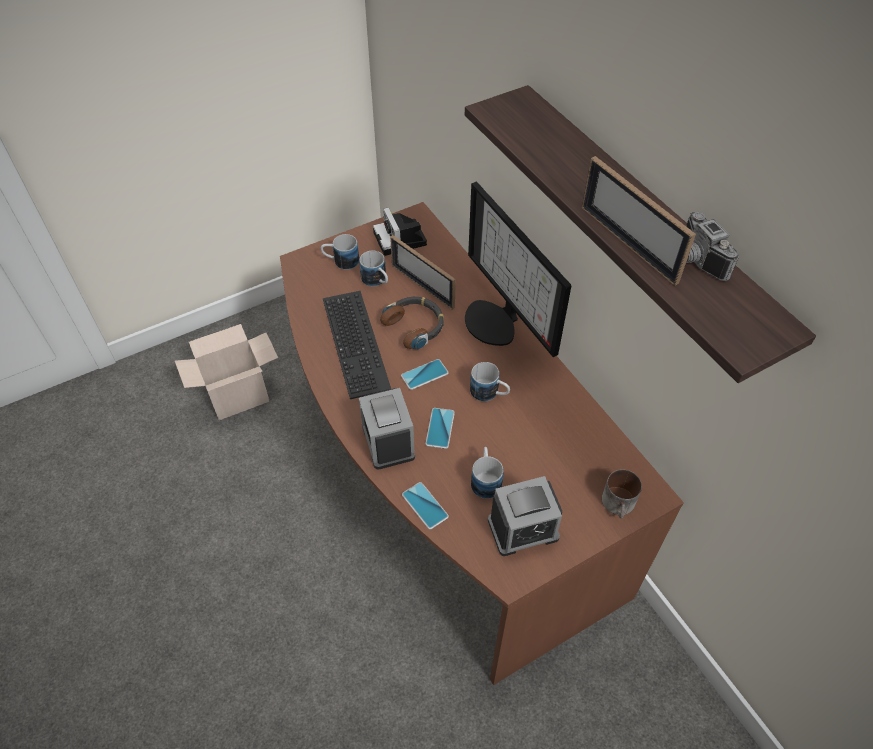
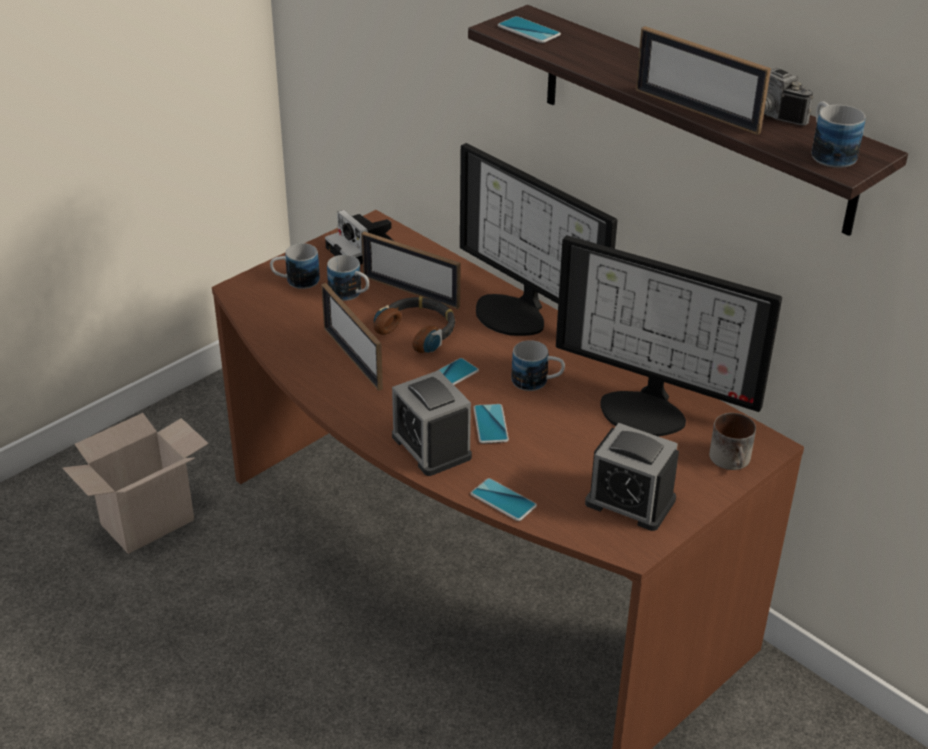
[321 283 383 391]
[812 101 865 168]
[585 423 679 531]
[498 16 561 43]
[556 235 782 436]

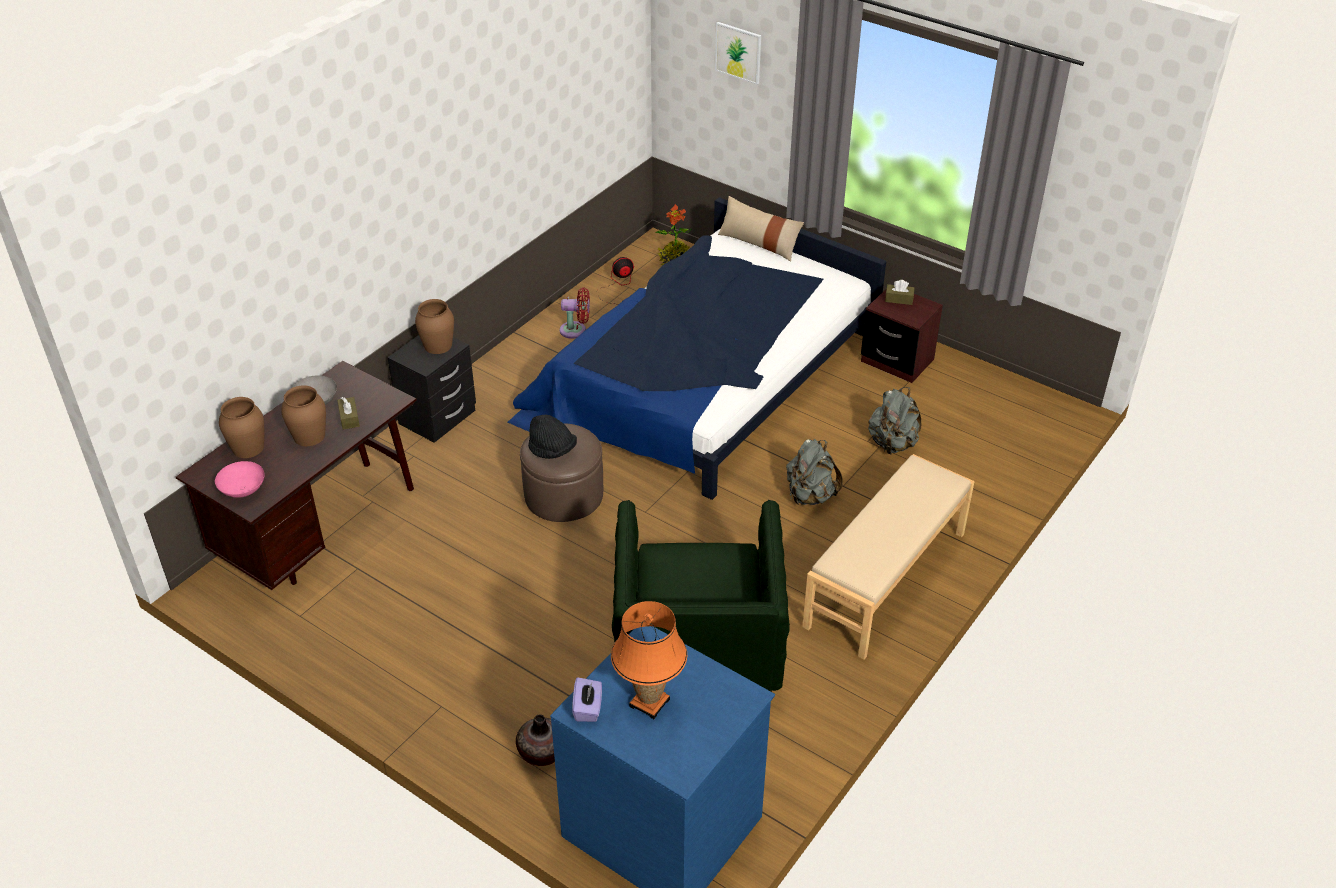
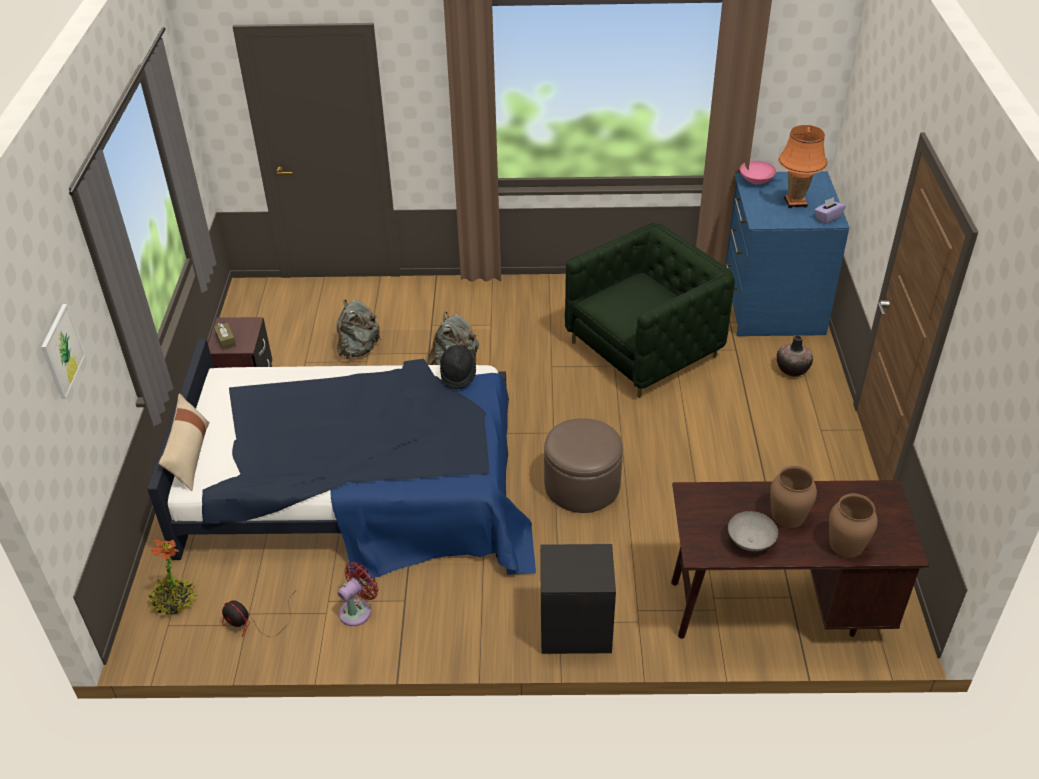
[740 161 776 184]
[337 397 360 430] (first image)
[415 299 454 354] (first image)
[440 345 476 389]
[338 562 378 626]
[802 454 974 660] (first image)

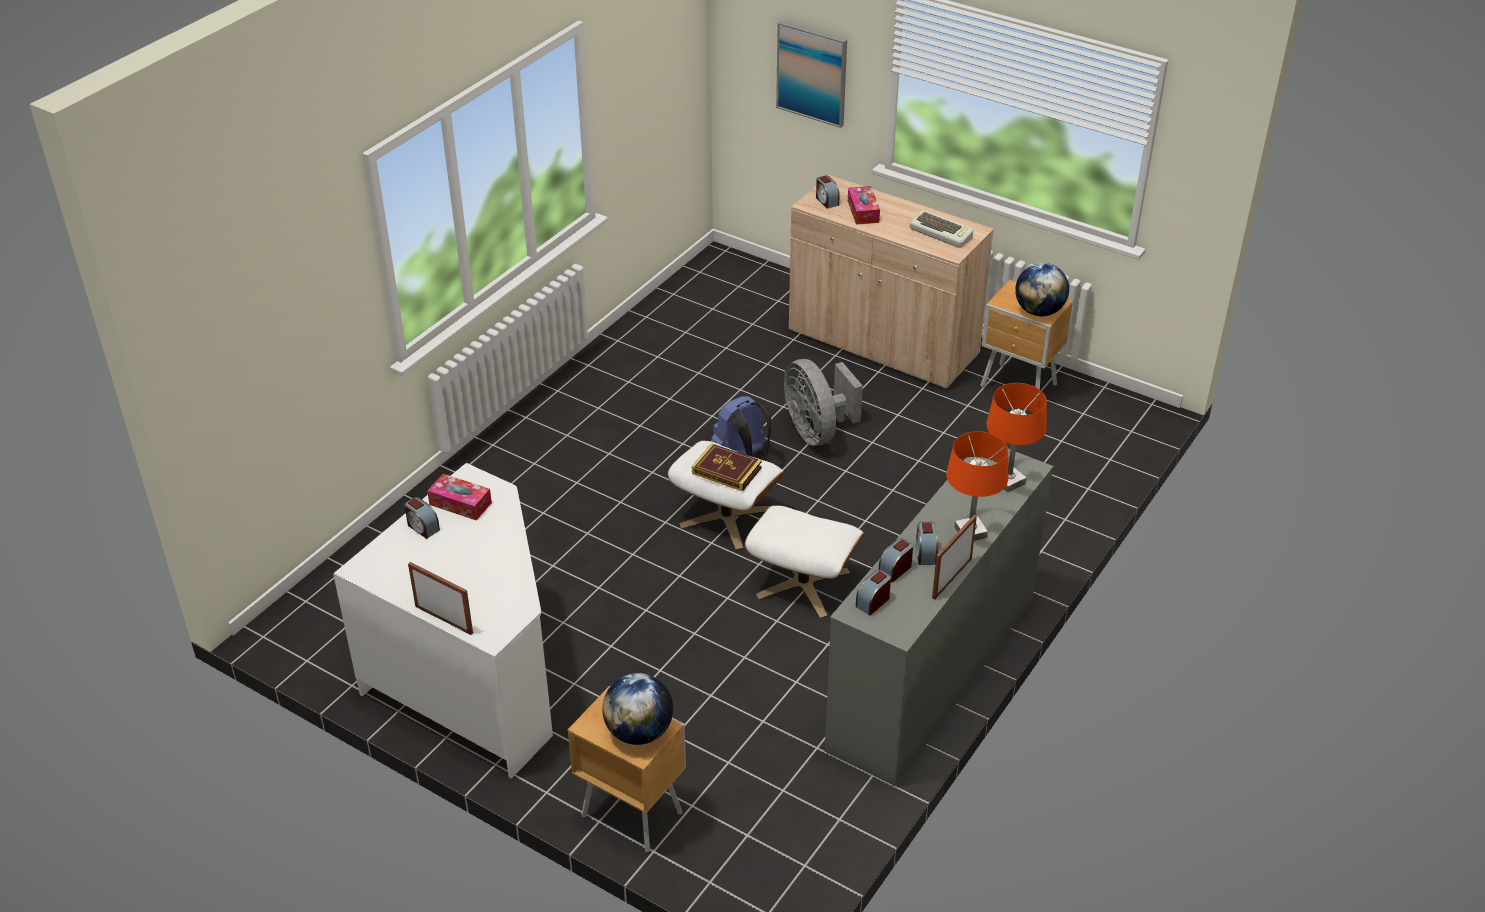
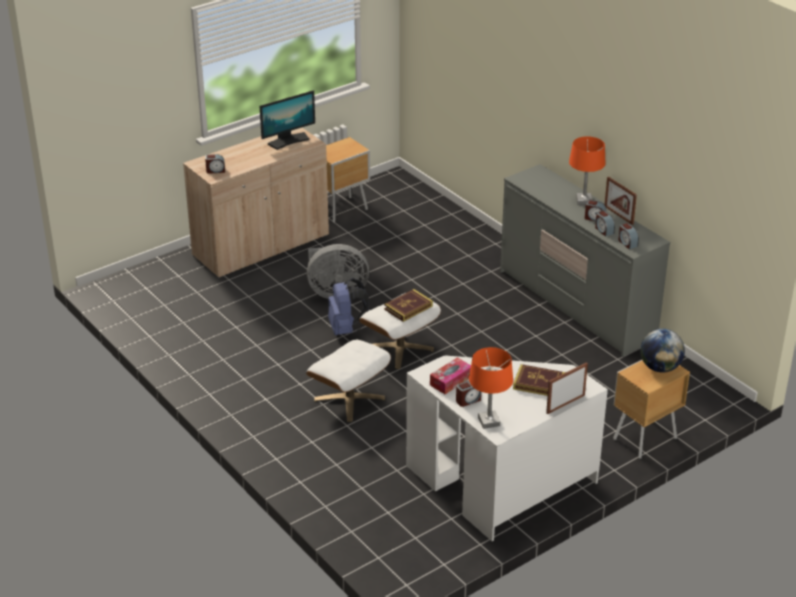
[306 339 391 422]
[776 21 847 128] (first image)
[848 186 880 225] (first image)
[260 90 315 150]
[469 347 513 429]
[1015 263 1069 316] (first image)
[513 364 566 396]

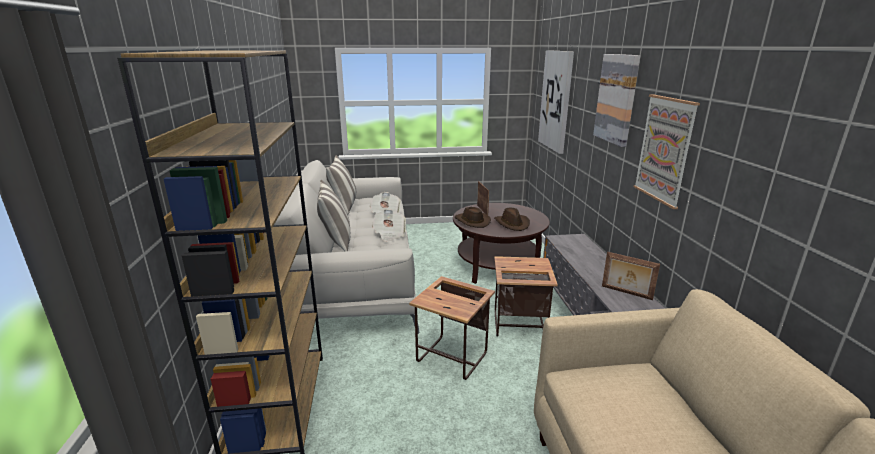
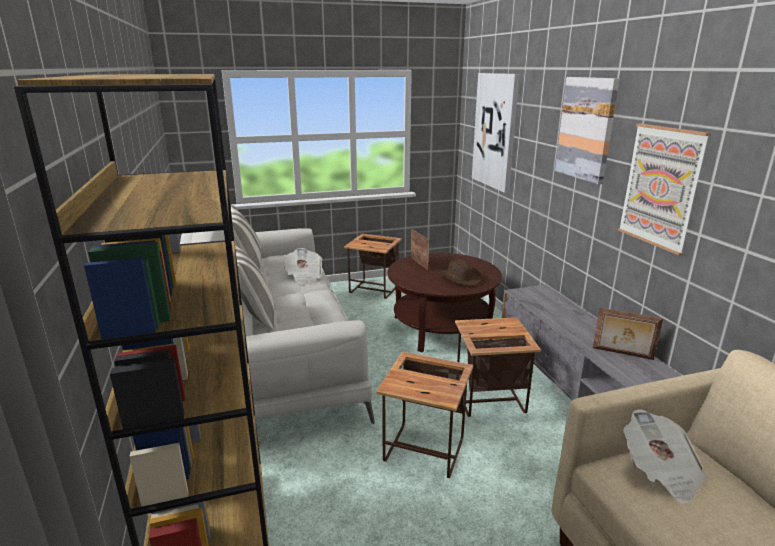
[623 409 708 505]
[455 207 491 228] (first image)
[344 234 402 299]

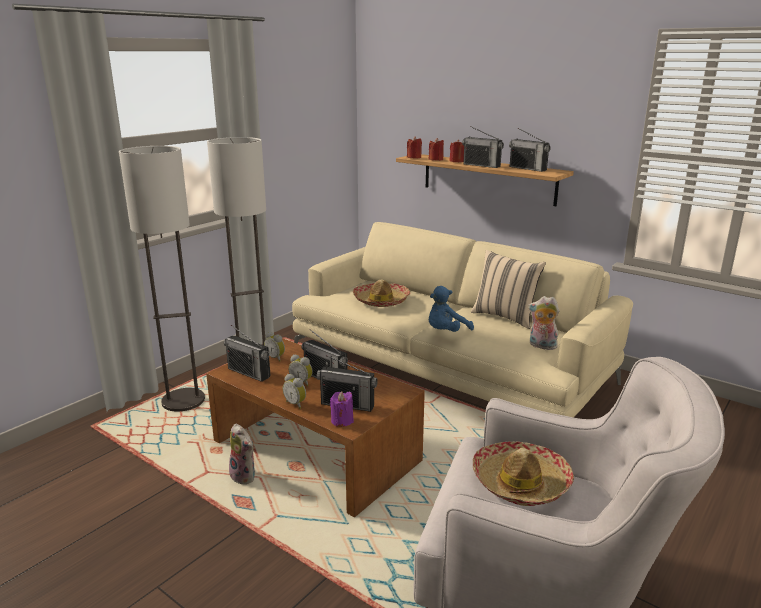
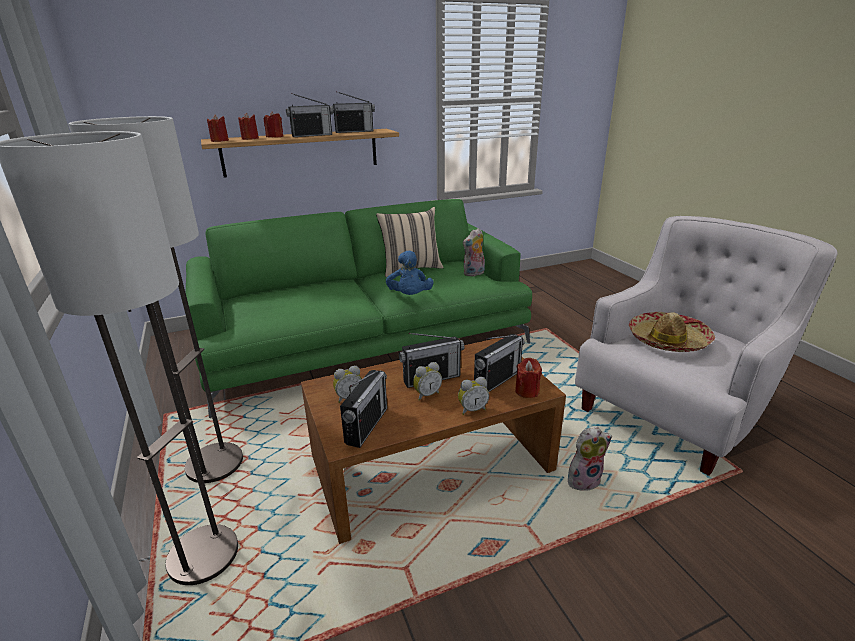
[340 370 387 448]
[568 427 612 491]
[186 199 532 418]
[515 358 542 398]
[353 280 410 307] (first image)

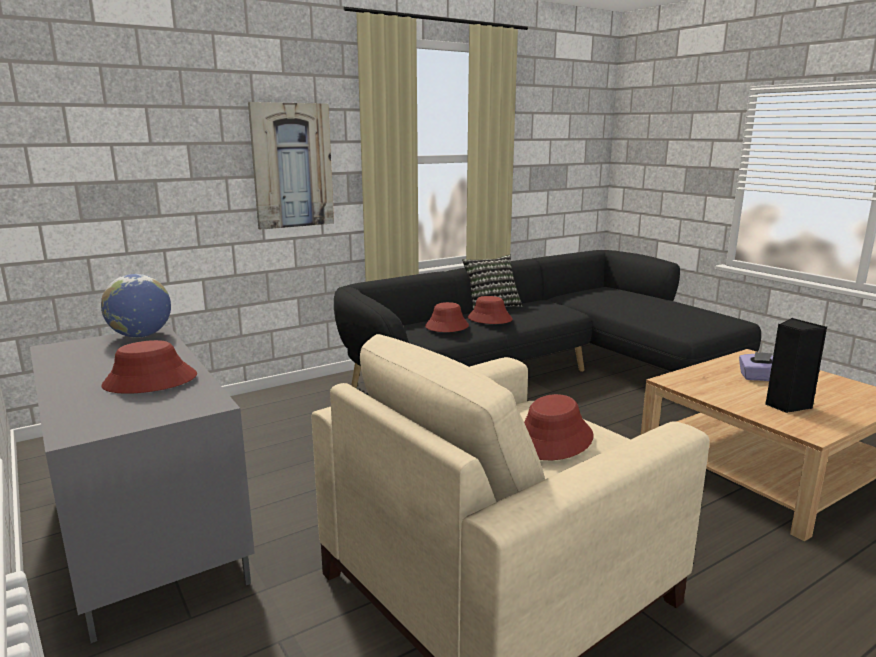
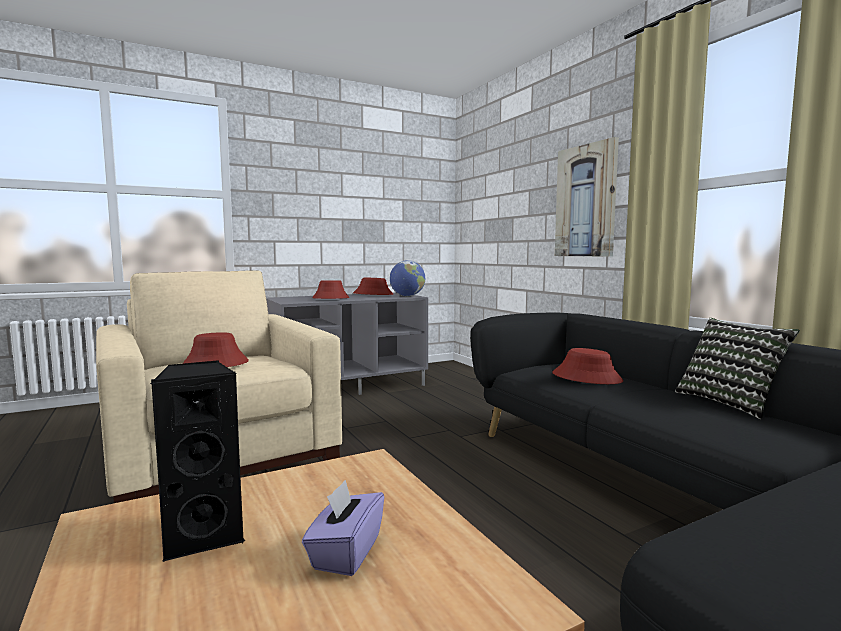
[353 278 393 295]

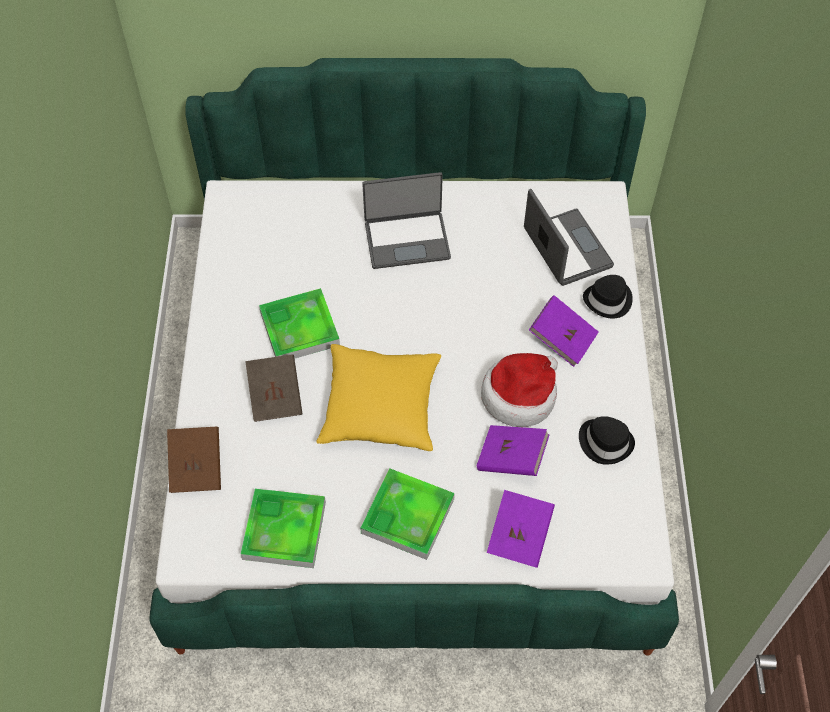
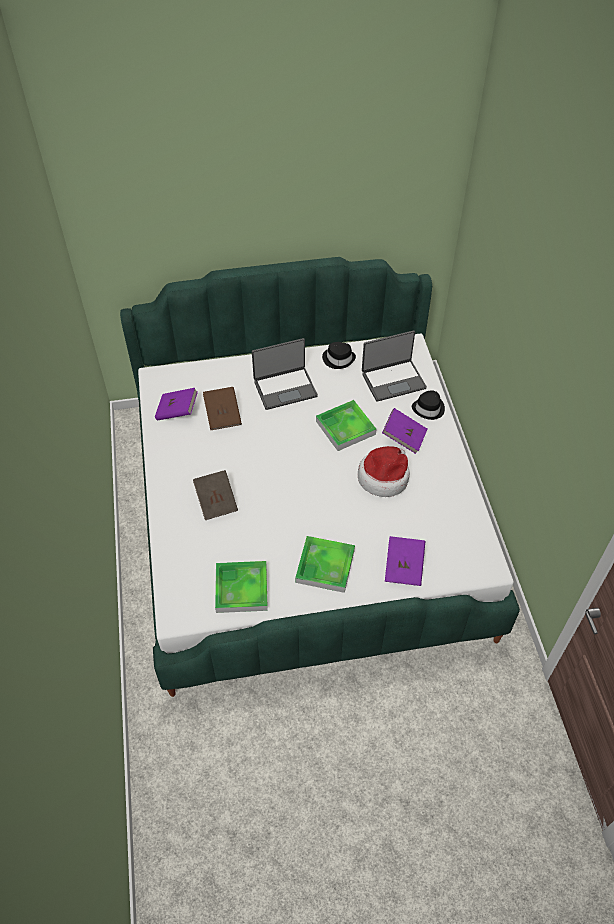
[203 387 242 430]
[316 400 376 451]
[317 344 441 451] (first image)
[155 388 198 420]
[362 331 427 402]
[322 342 356 369]

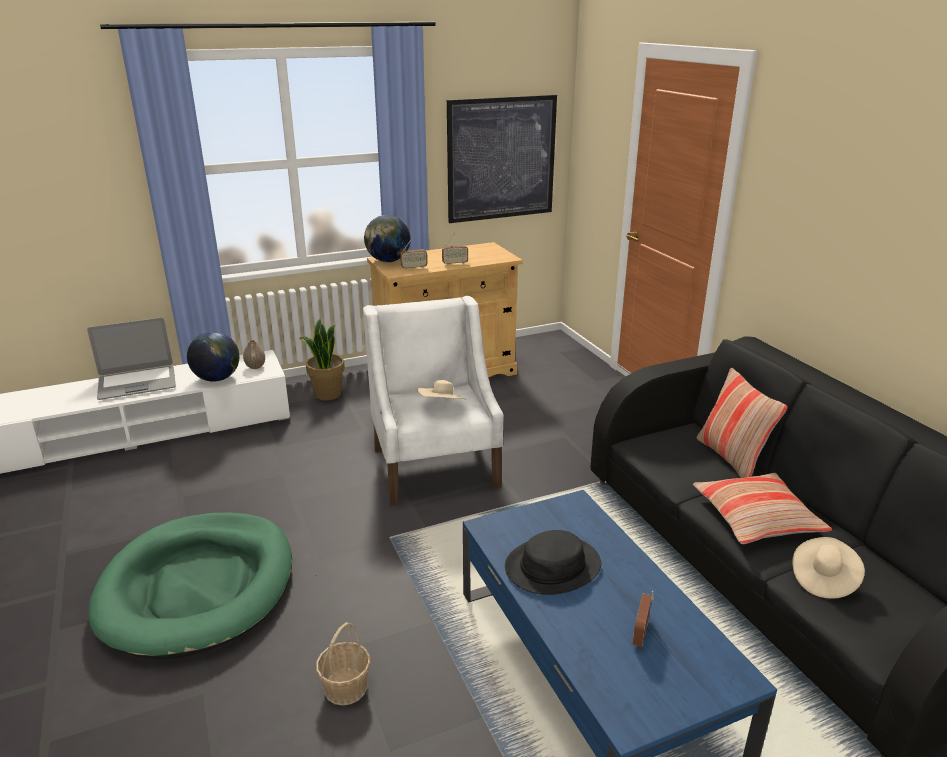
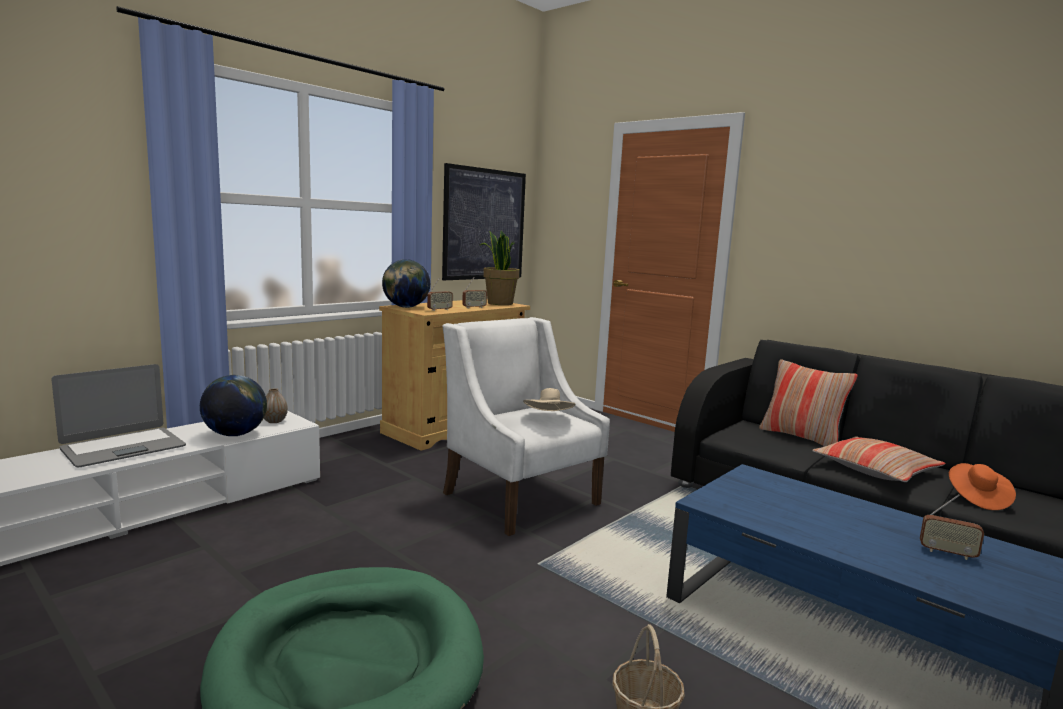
[480 230 520 305]
[505 530 601 595] (first image)
[920 494 984 560]
[949 463 1016 510]

